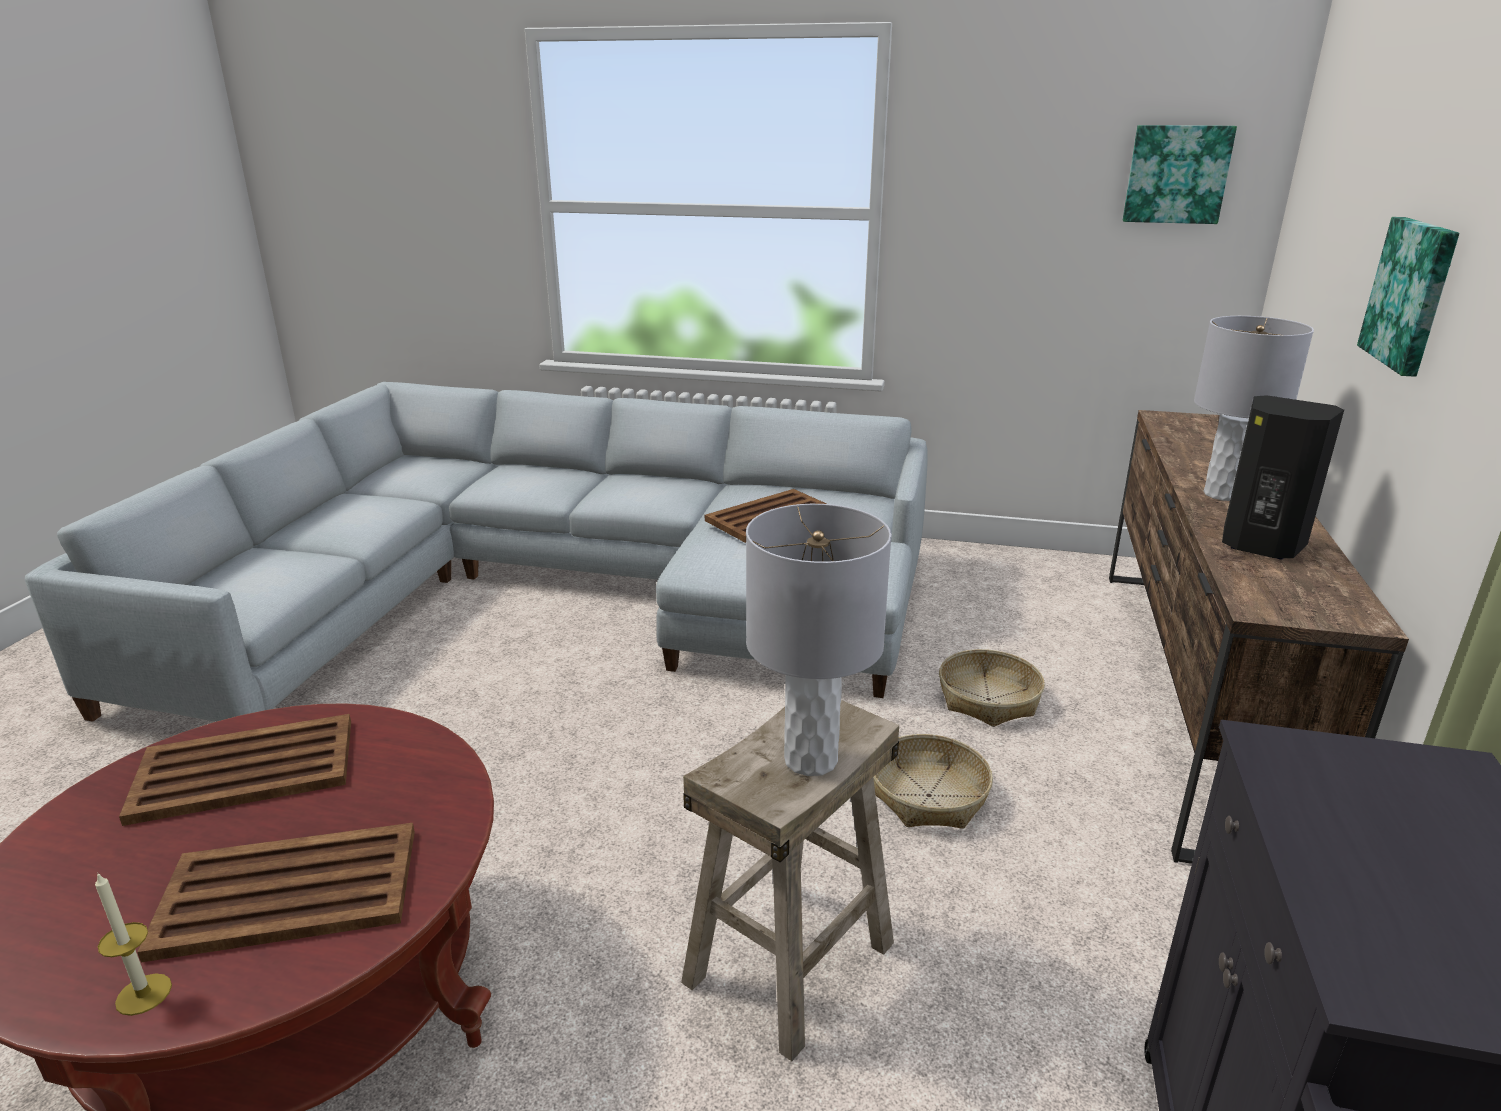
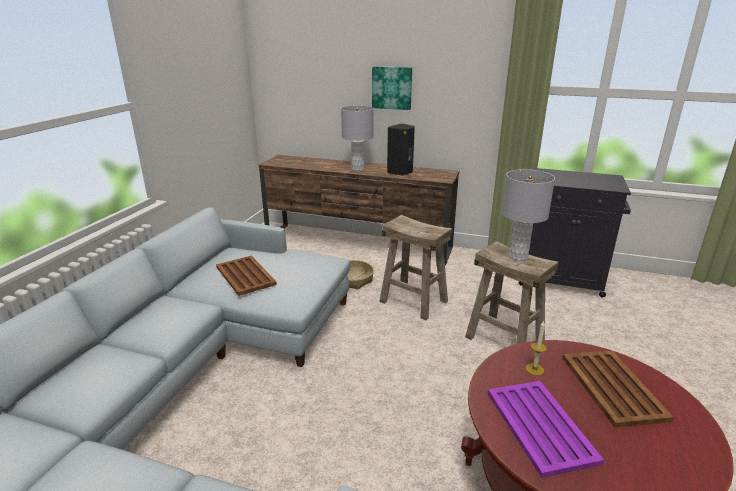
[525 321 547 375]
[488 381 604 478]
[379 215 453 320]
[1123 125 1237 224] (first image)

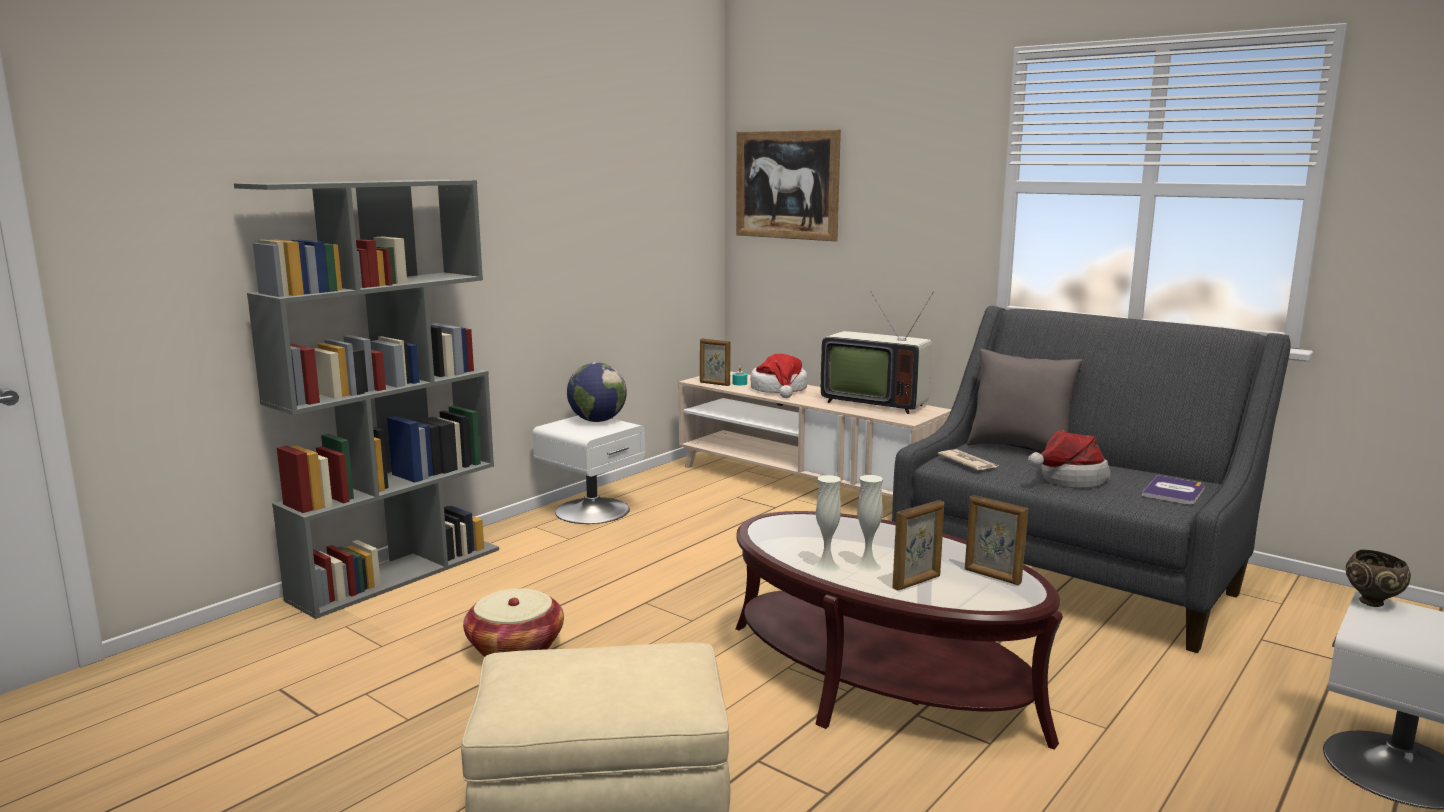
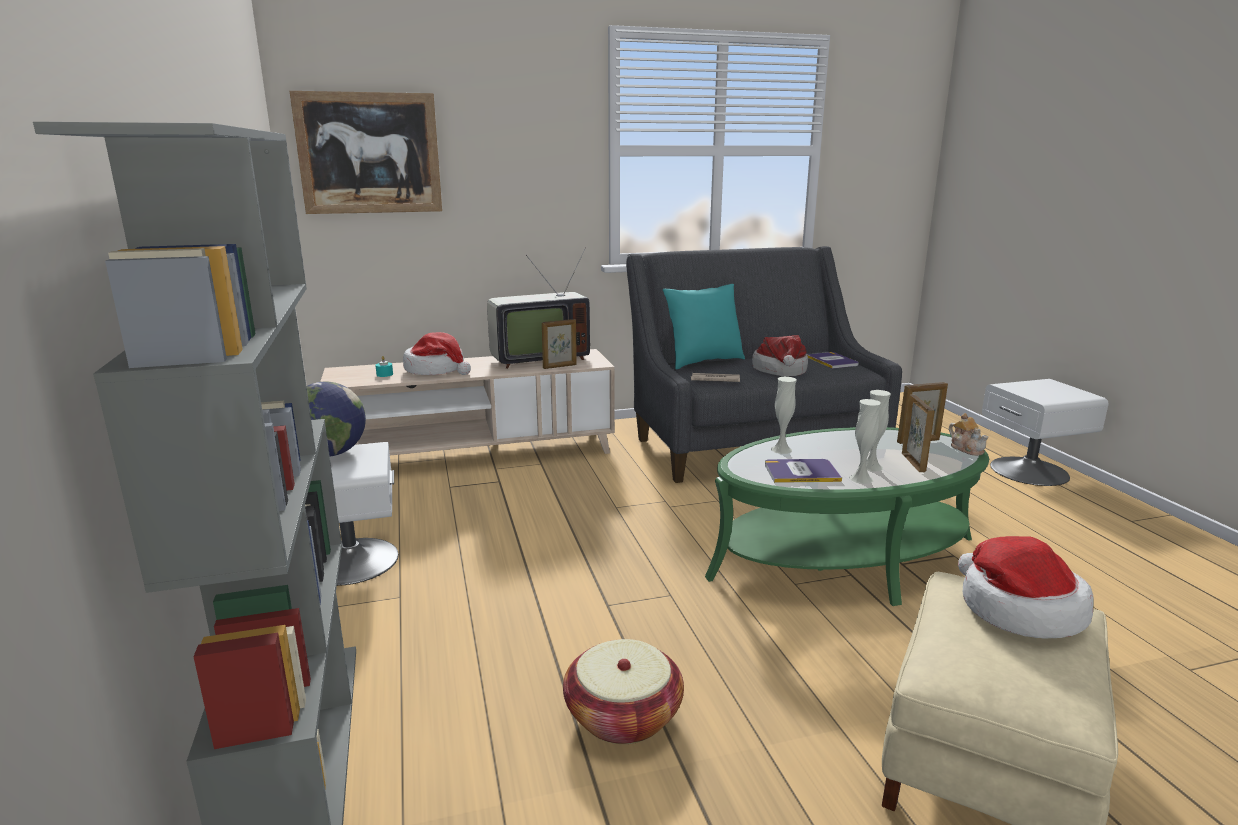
[542 319 577 369]
[705 427 989 606]
[663 284 745 369]
[1346 550 1411 607] (first image)
[765 459 842 483]
[771 377 797 454]
[949 413 989 456]
[958 536 1094 639]

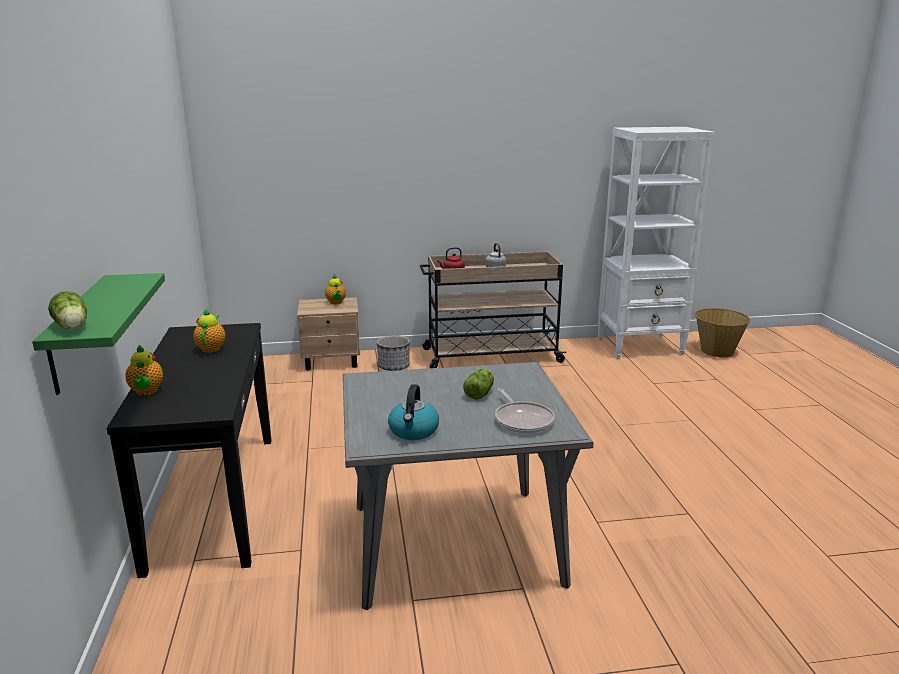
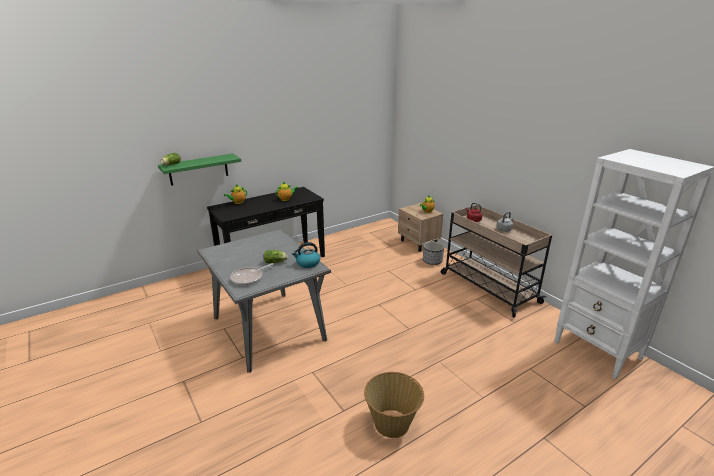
[292 242 320 268]
[364 372 424 438]

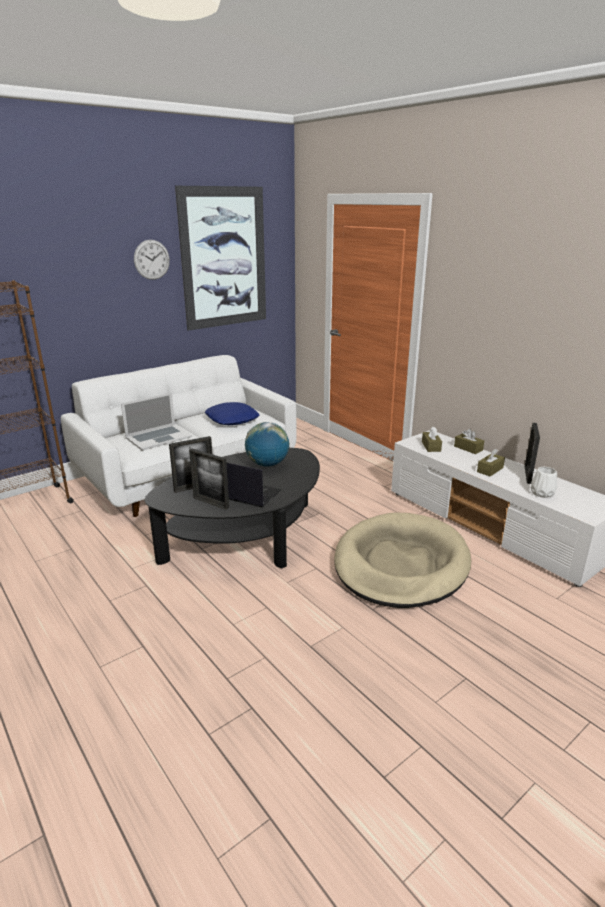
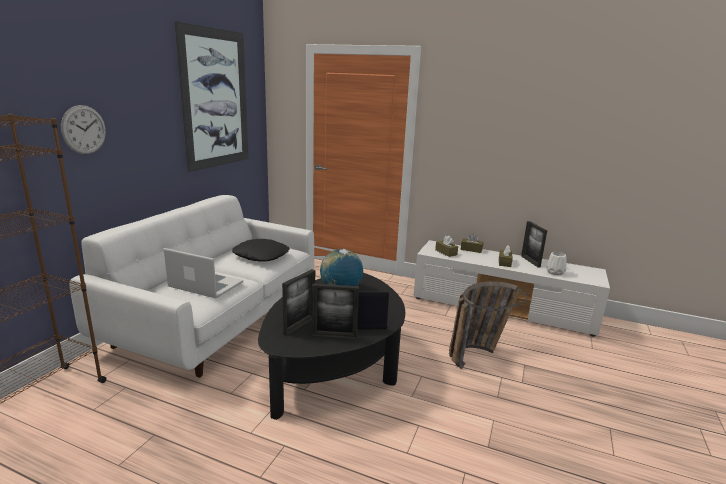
[164 248 243 299]
[61 105 106 154]
[232 239 290 262]
[449 281 528 369]

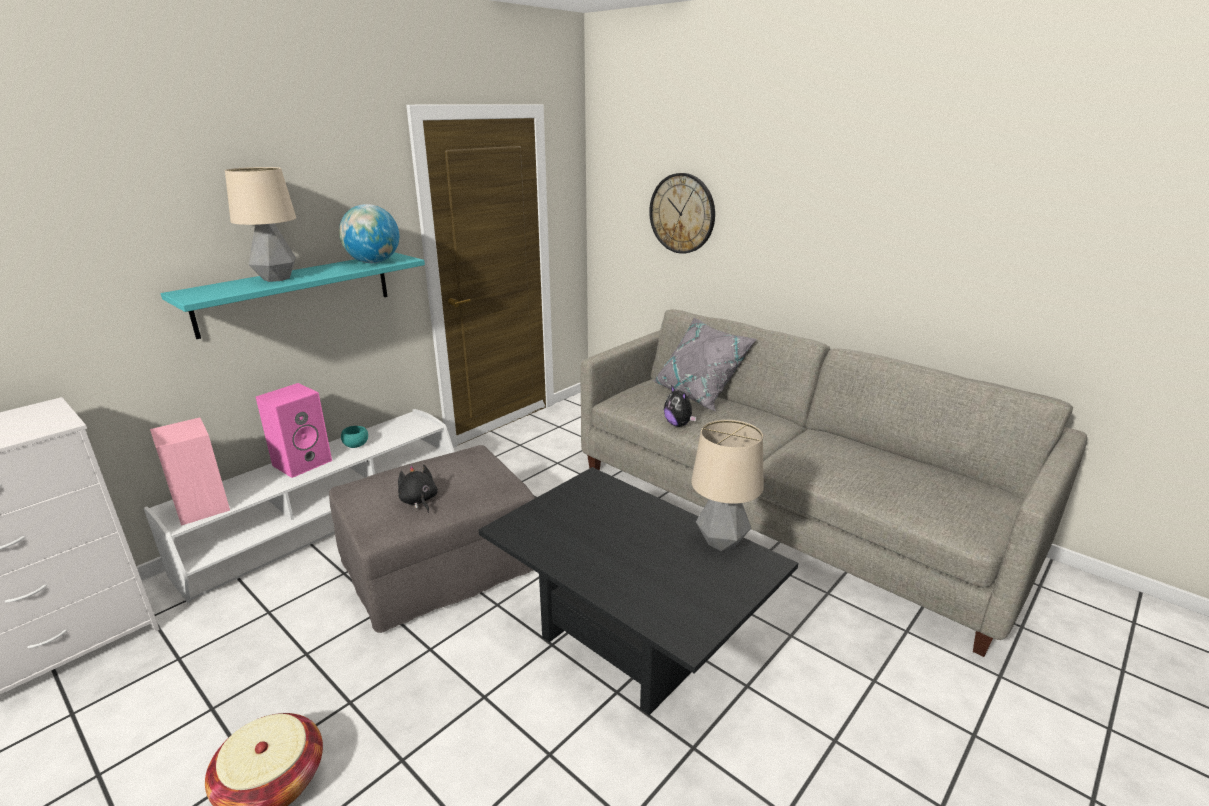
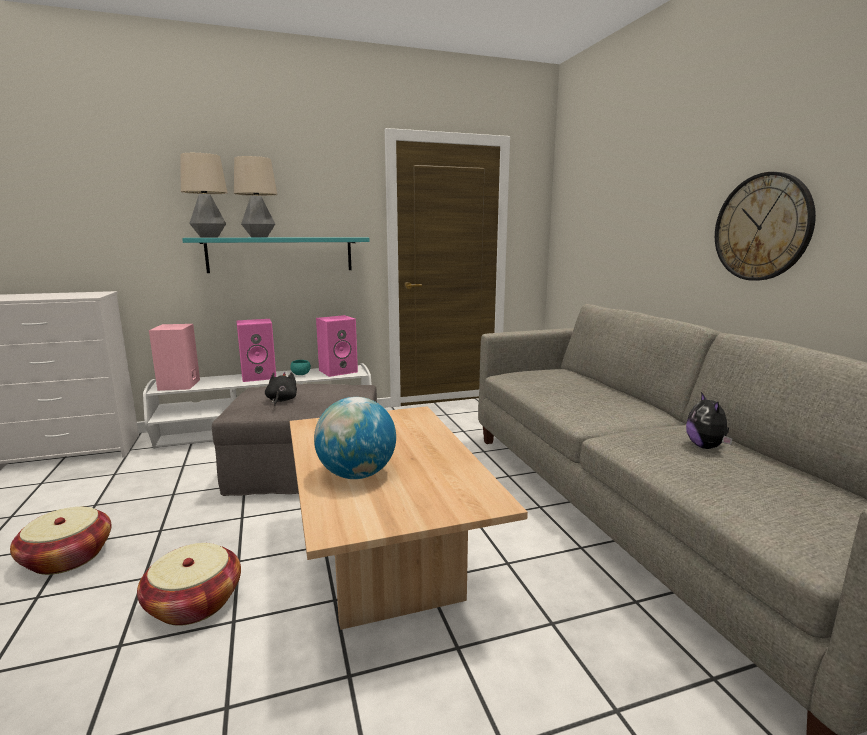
[314 397 396 479]
[290 406 528 630]
[715 172 816 281]
[653 318 757 411] (first image)
[686 392 733 449]
[180 153 228 238]
[137 543 241 626]
[316 315 358 377]

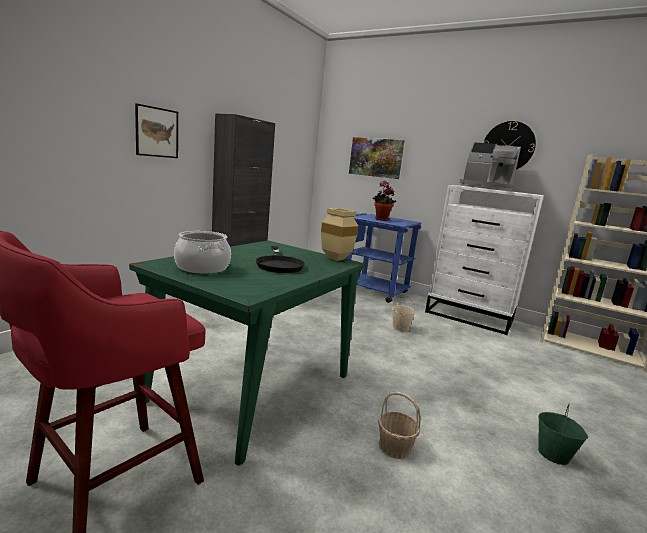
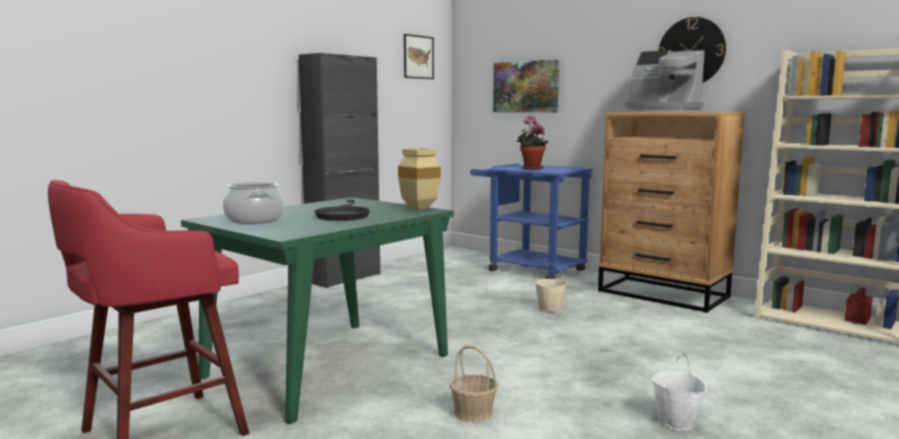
[404 34 434 79]
[598 112 744 313]
[652 352 706 431]

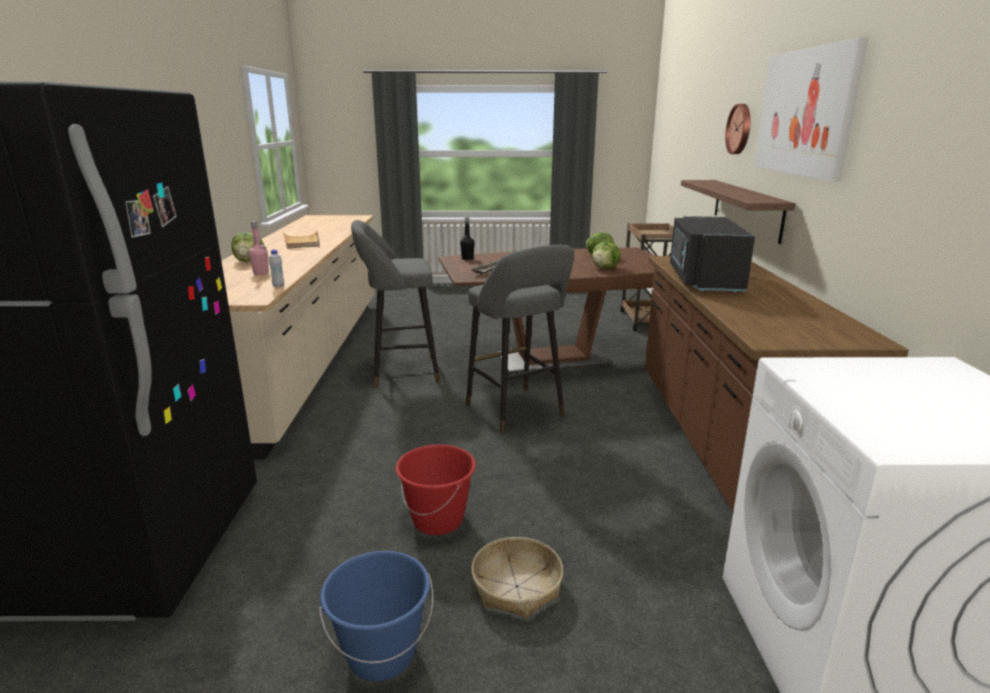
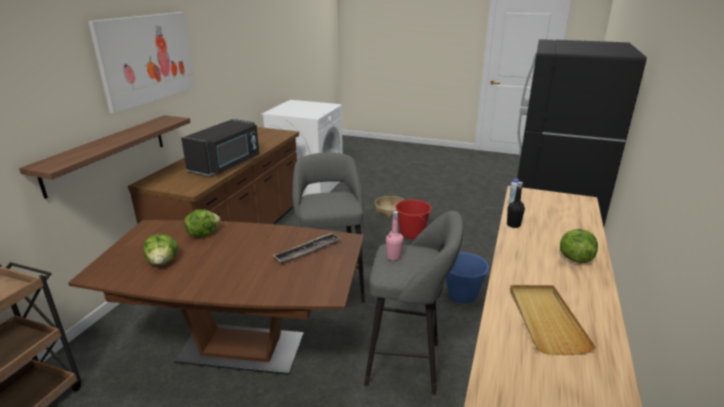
[386 211 404 260]
[446 252 489 303]
[507 181 525 228]
[725 104 750 154] (first image)

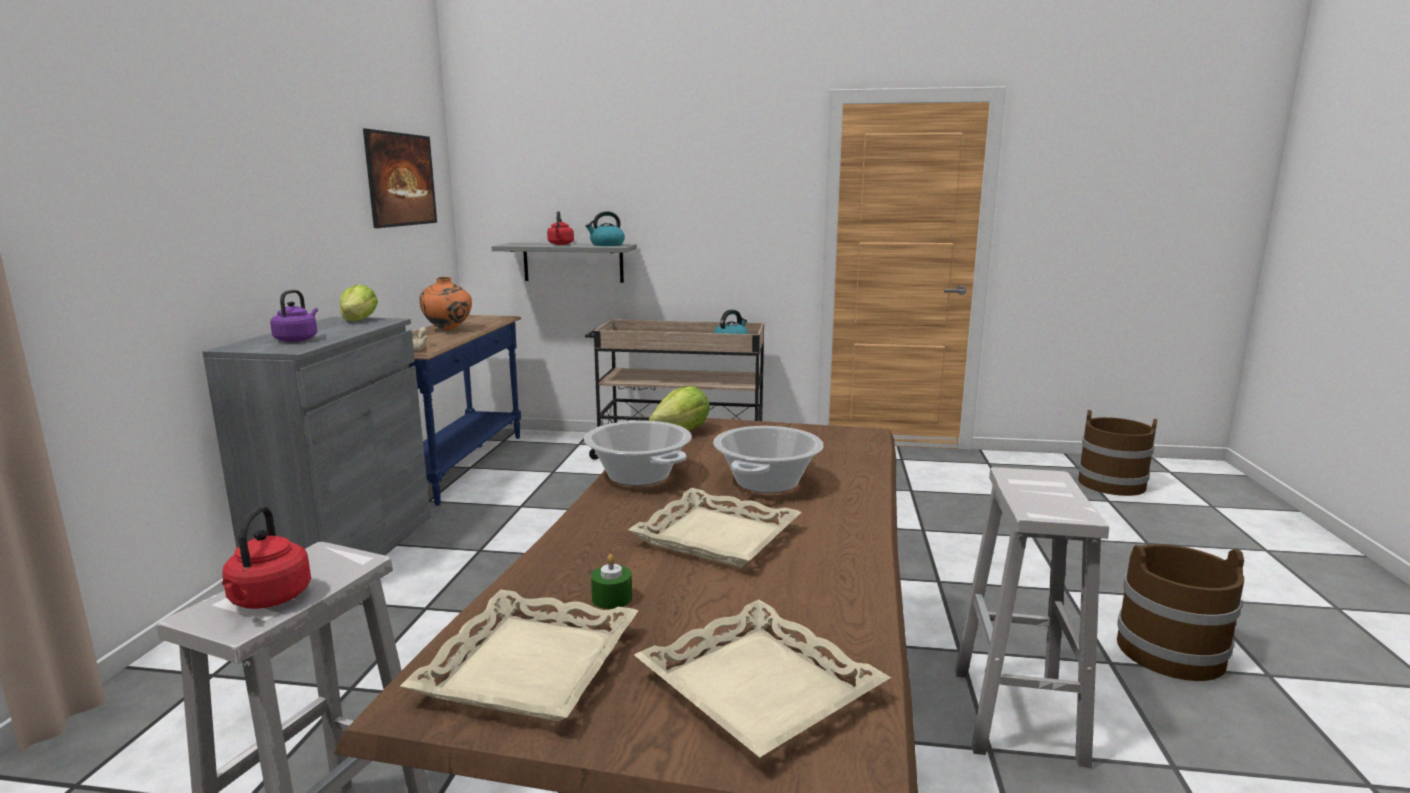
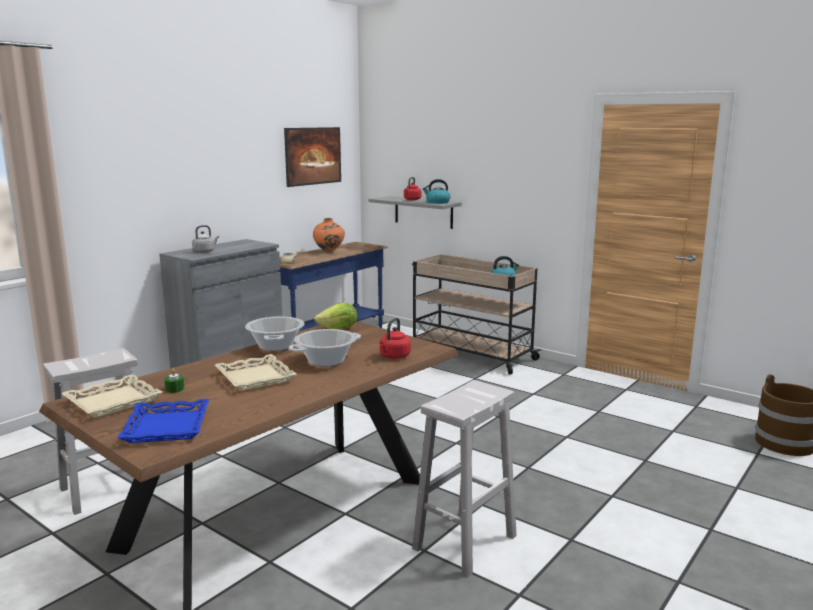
[380 318 411 359]
[192 225 219 253]
[340 285 378 321] (first image)
[117 399 209 443]
[1117 544 1244 681] (first image)

